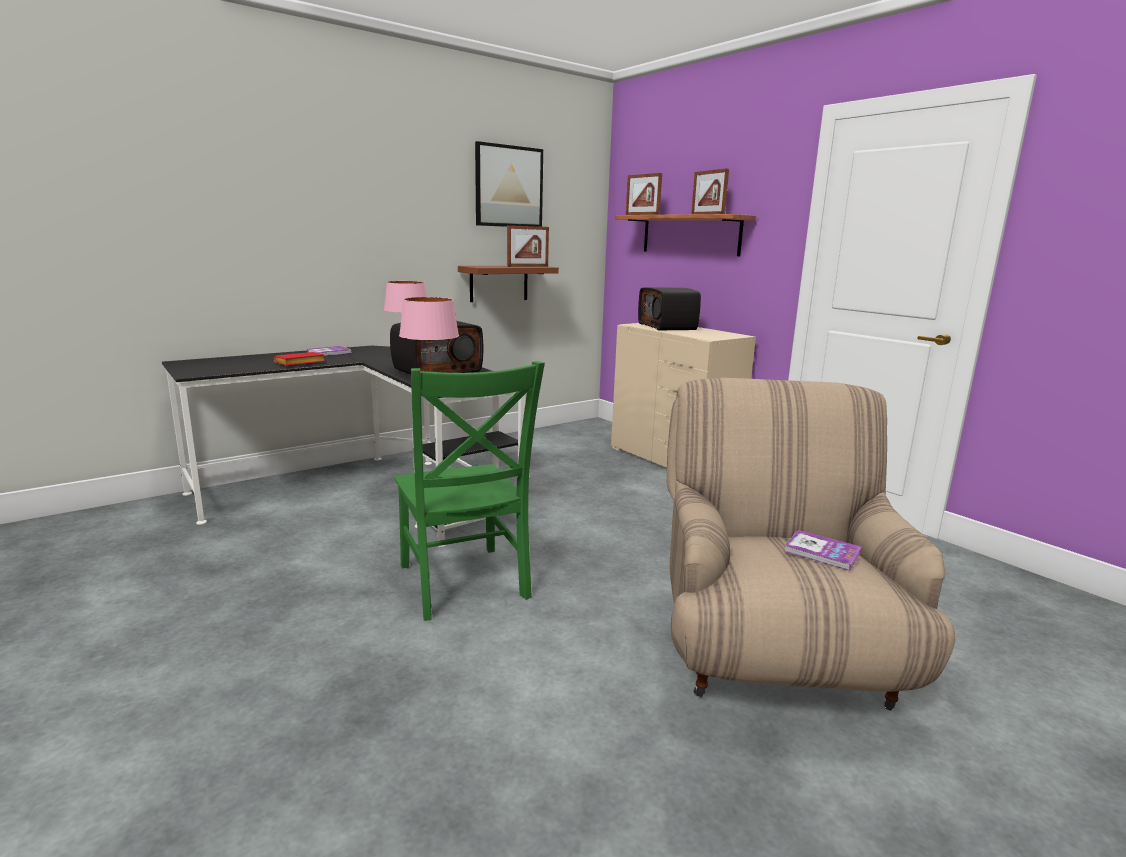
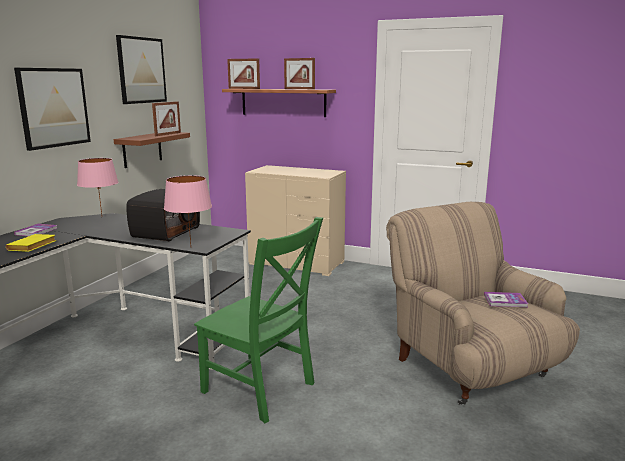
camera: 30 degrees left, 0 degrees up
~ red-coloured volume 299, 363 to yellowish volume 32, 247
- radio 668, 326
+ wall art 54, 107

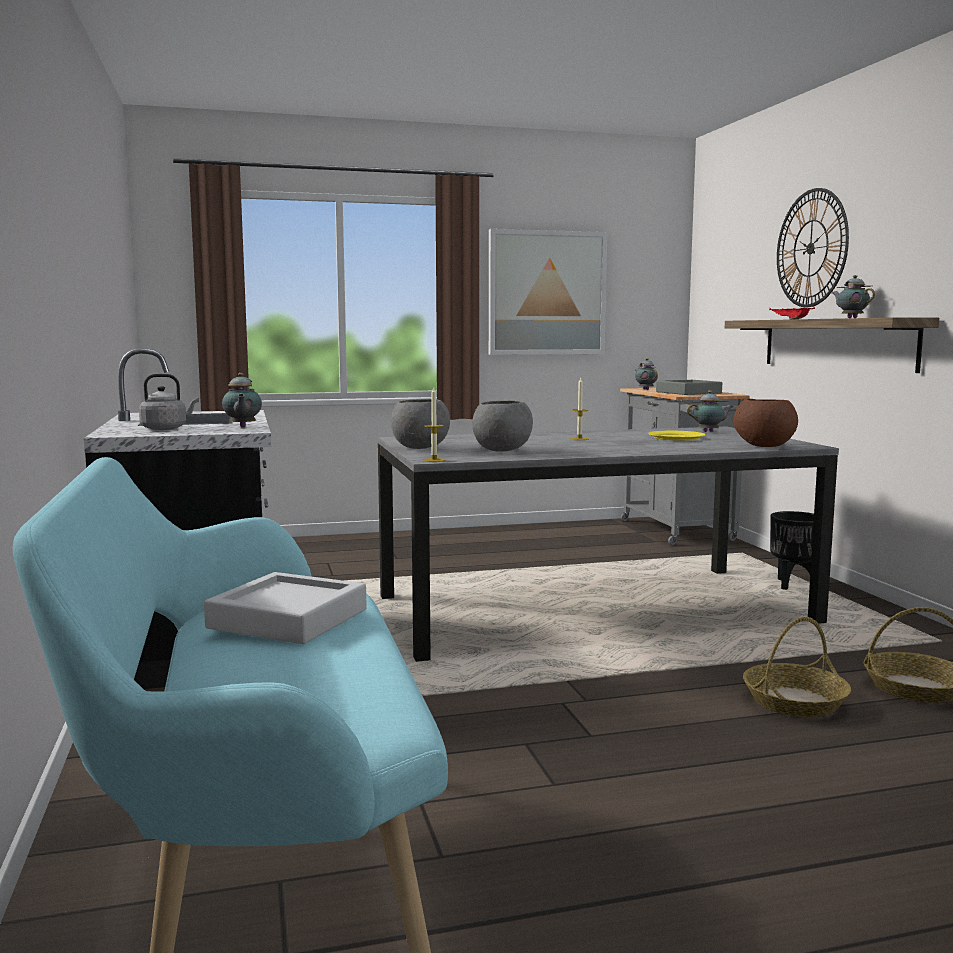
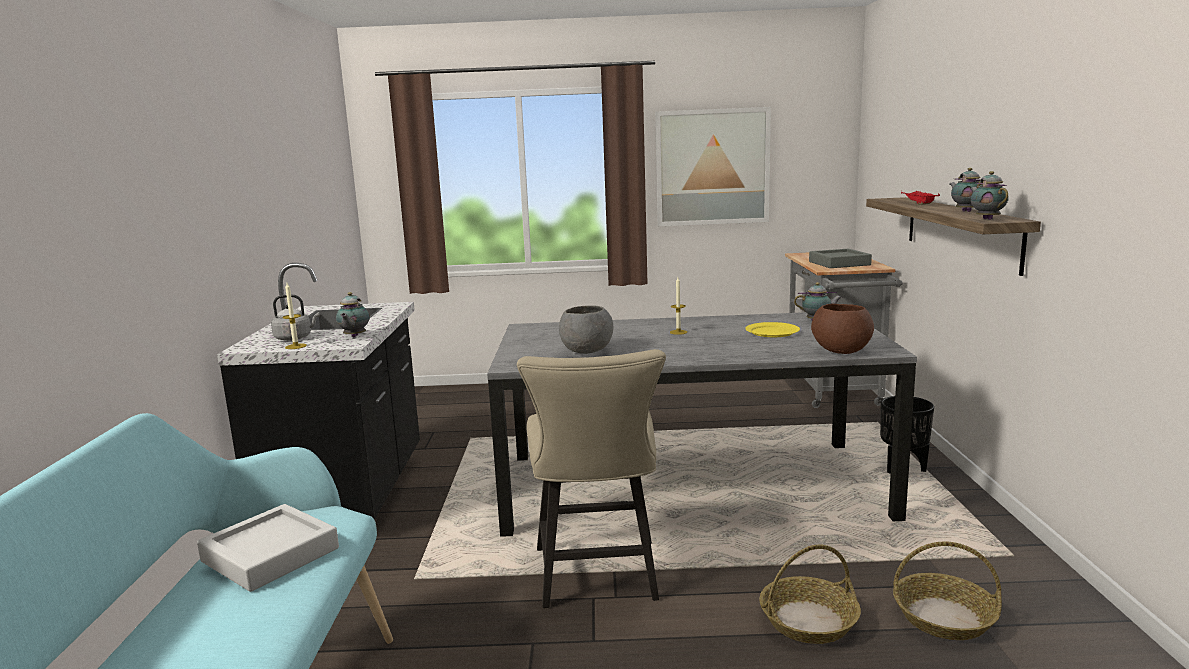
camera: 15 degrees right, 5 degrees up
- grey bowl 421, 448
~ wax light 434, 460 to 296, 346
~ pot for tea 645, 389 to 986, 219
- clock on the wall 811, 248
+ beige upright chair 598, 579

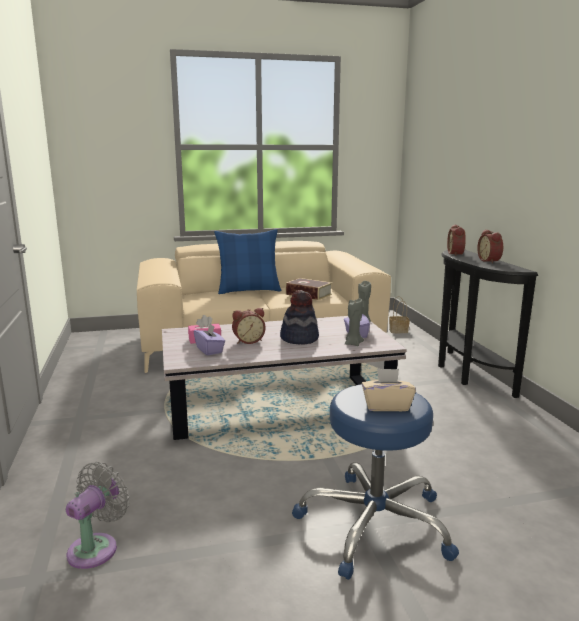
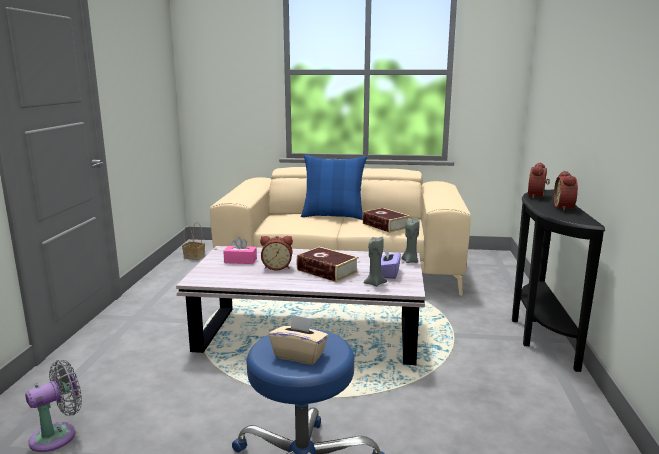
camera: 20 degrees right, 0 degrees up
- purplish box of tissues 210, 350
~ hat 299, 338 to volume 327, 271
~ basket 399, 331 to 195, 257

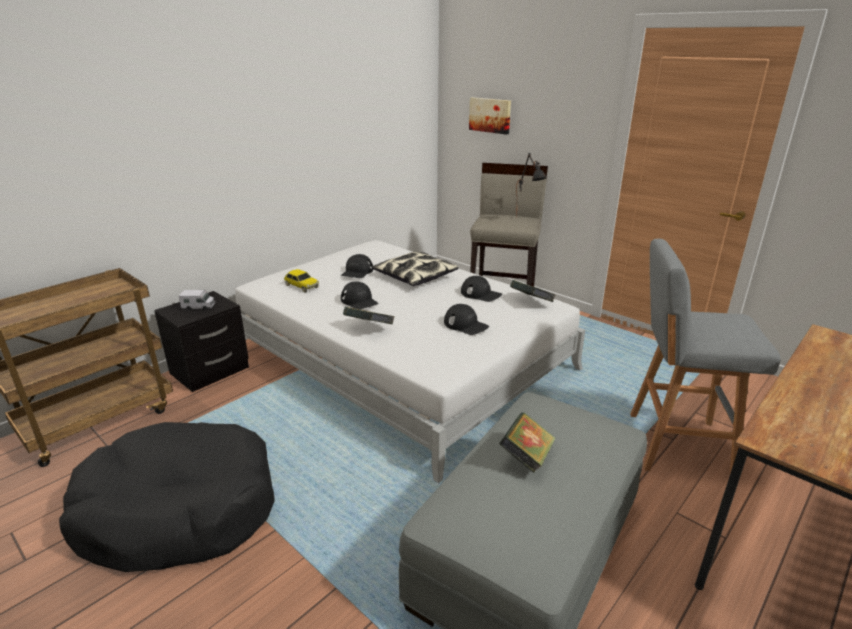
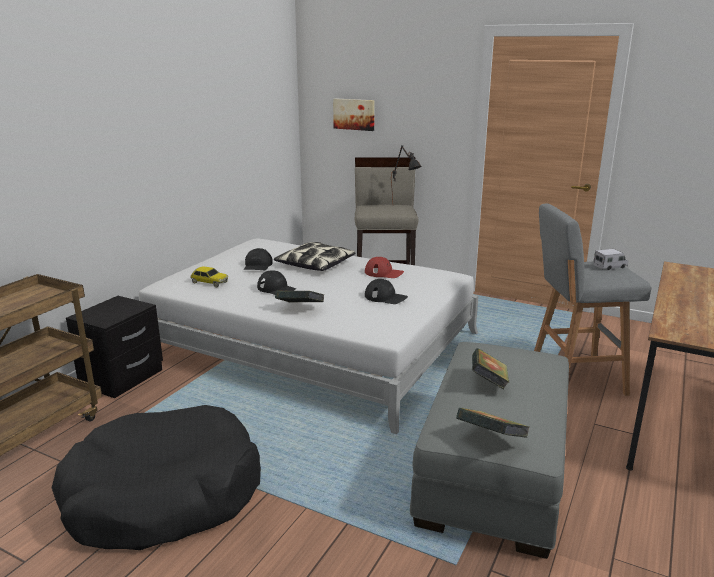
camera: 15 degrees left, 5 degrees down
~ model truck 198, 307 to 610, 267
~ black-coloured peaked cap 481, 294 to red-coloured peaked cap 384, 273
~ volume 531, 302 to 490, 439

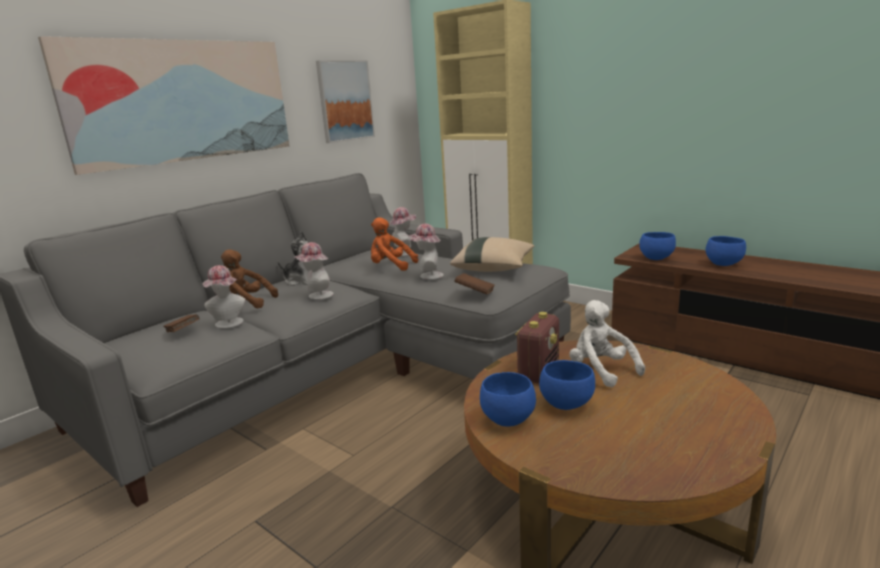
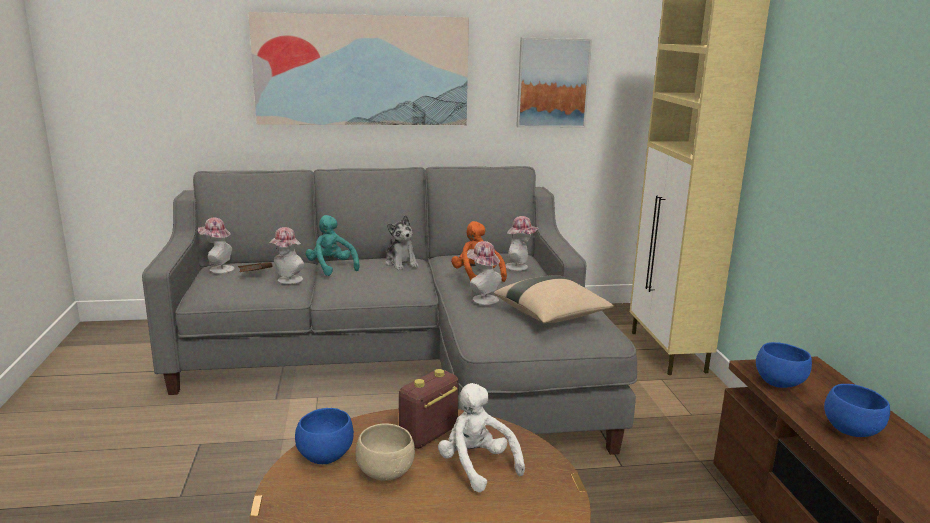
camera: 40 degrees right, 0 degrees up
~ brownish plush toy 246, 303 to blue-green plush toy 331, 268
~ hat 317, 296 to 218, 269
- brownish volume 475, 293
~ radio 538, 371 = 428, 435 150 degrees clockwise
~ blue-coloured bowl 566, 404 to beige bowl 387, 473
~ whitish plush toy 601, 370 = 476, 466 45 degrees counterclockwise

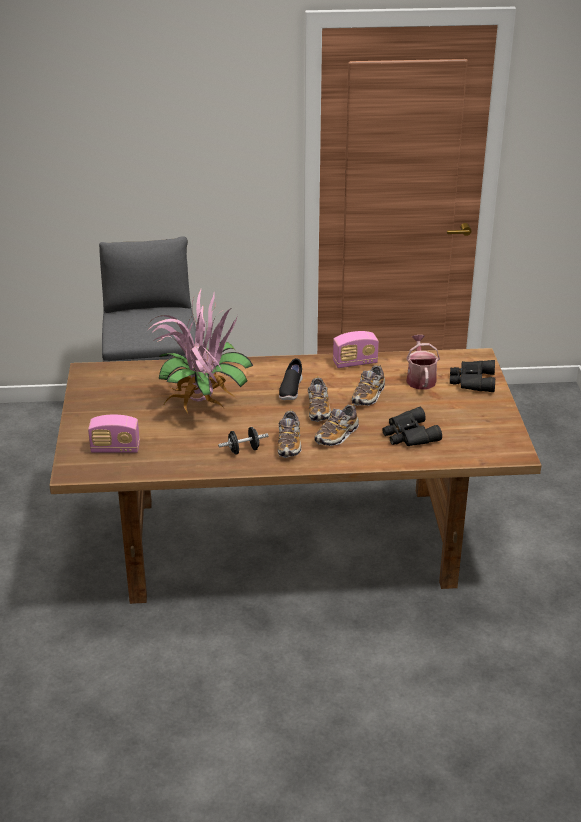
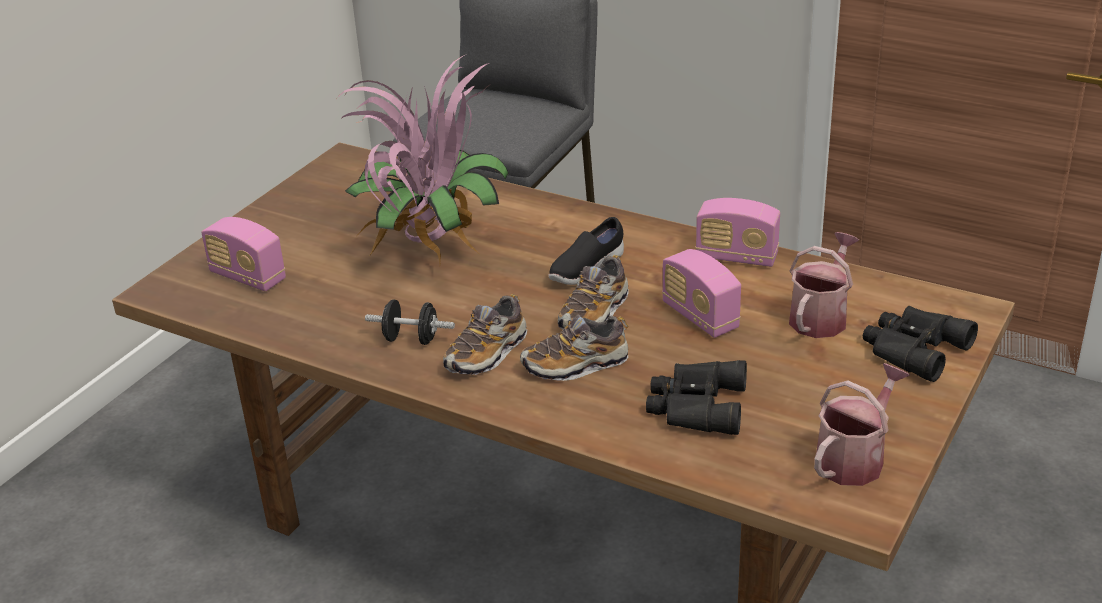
camera: 35 degrees right, 0 degrees up
~ item of footwear 368, 396 to radio 700, 317
+ sprinkling can 854, 458

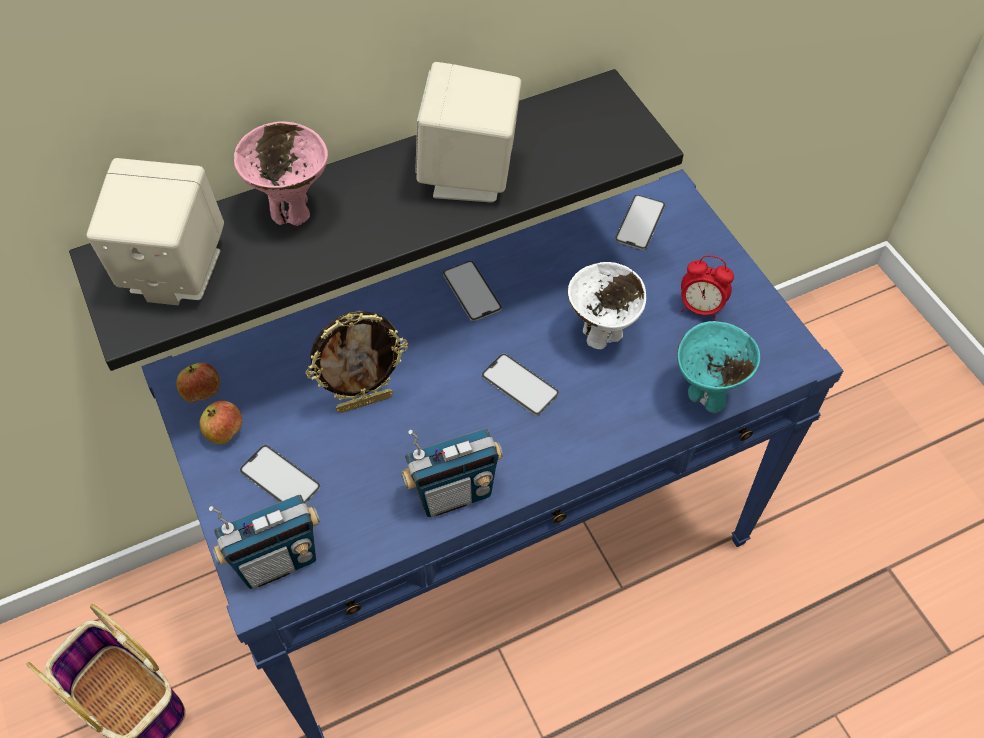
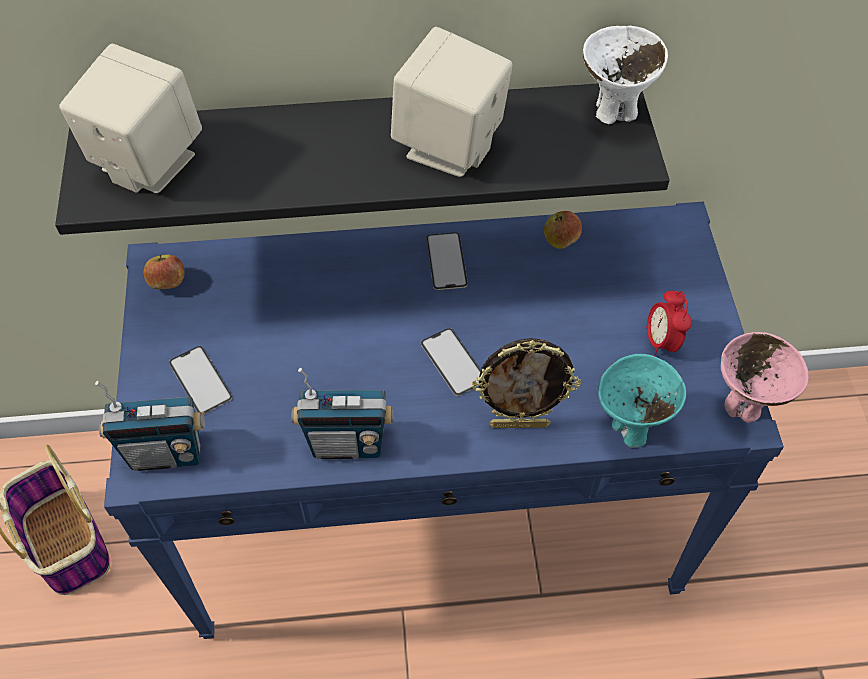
camera: 20 degrees right, 0 degrees up
~ apple fruit 225, 432 to 560, 241
~ pink bowl 292, 210 to 744, 405
~ photo frame 364, 401 to 519, 424
~ whitish bowl 602, 335 to 614, 112
- phone 640, 222
~ alarm clock 700, 308 = 661, 341 45 degrees clockwise

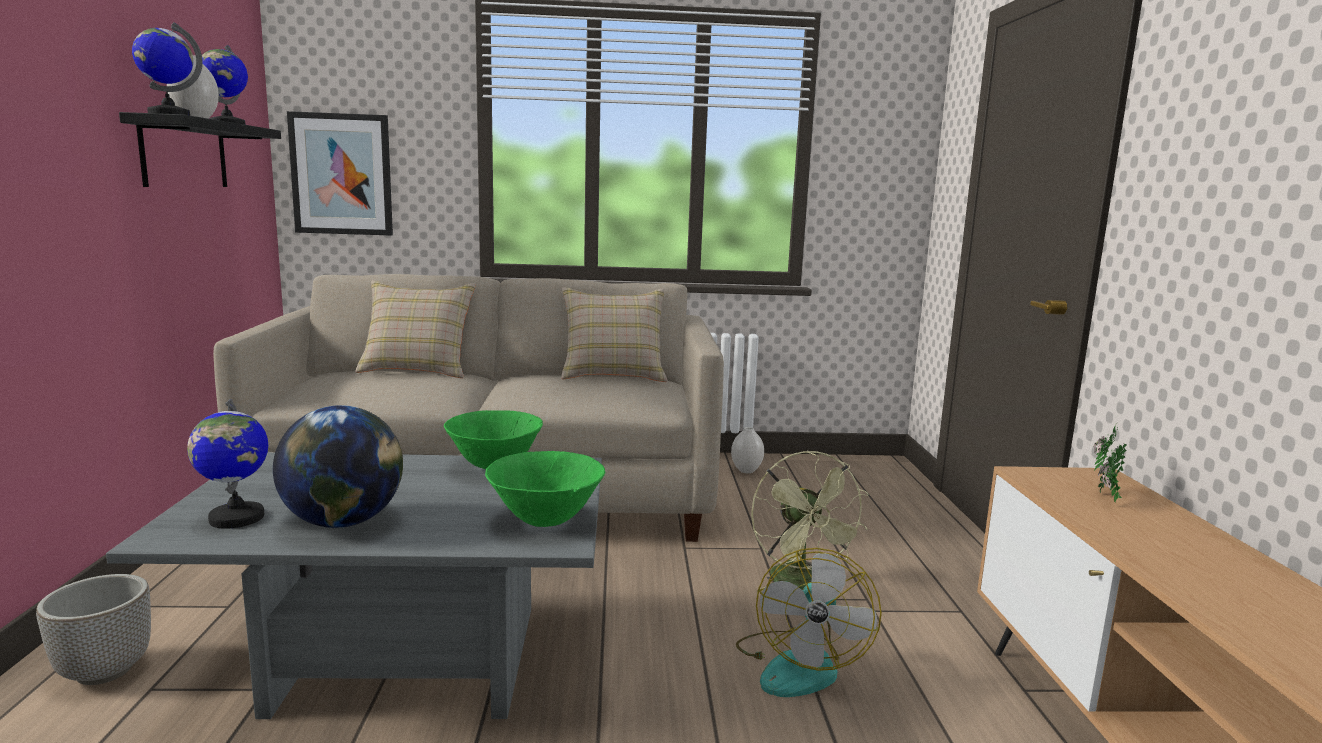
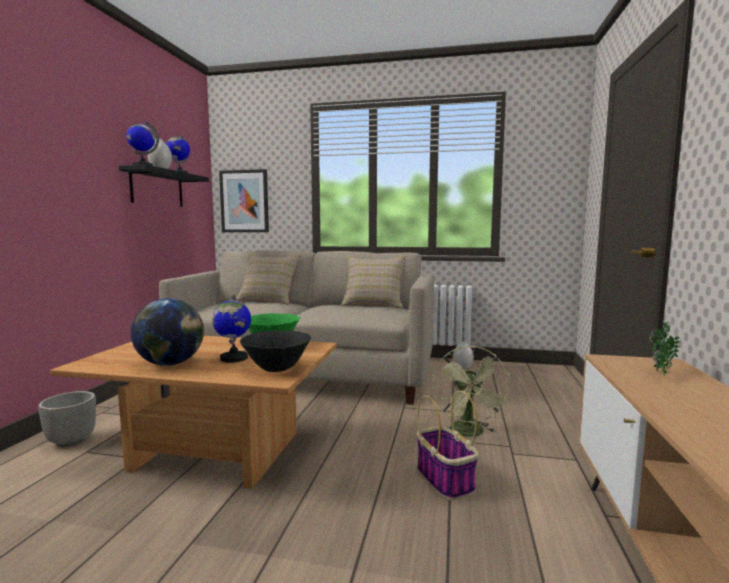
camera: 15 degrees right, 5 degrees down
~ grey lounge table 403, 663 to brownish lounge table 213, 453
~ globe 236, 518 to 233, 358
~ greenish bowl 547, 520 to black-coloured bowl 277, 369
~ electric fan 799, 665 to basket 446, 480

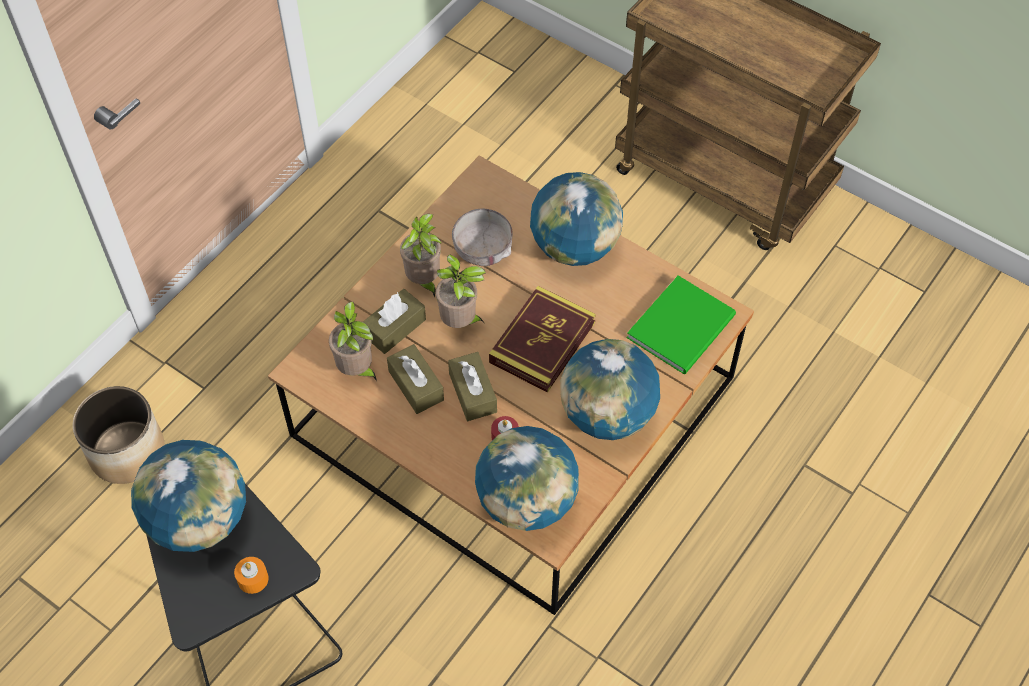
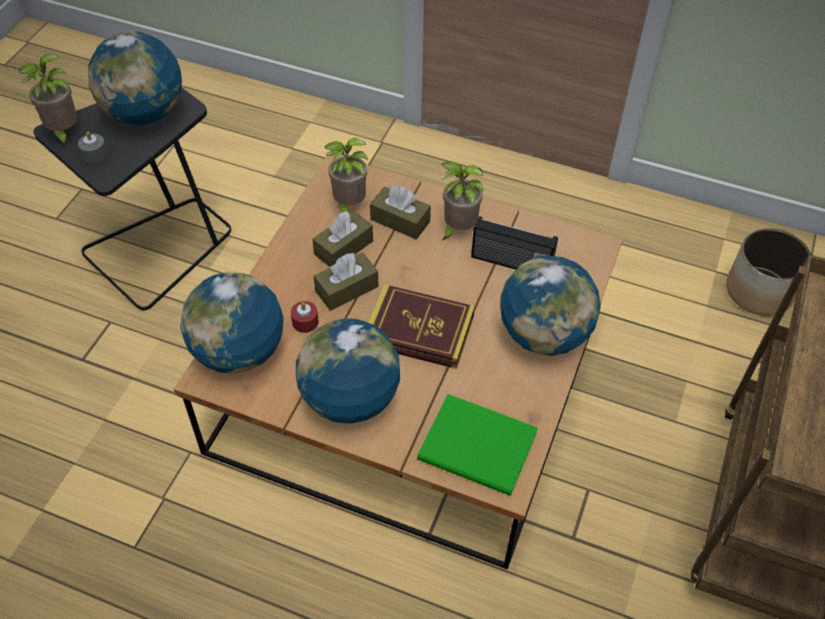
camera: 75 degrees right, 5 degrees down
~ plant pot 128, 451 to 759, 292
~ orangey wax light 253, 579 to grey wax light 95, 154
~ houseplant 461, 322 to 63, 133
~ grey bowl 482, 249 to radio 511, 263

